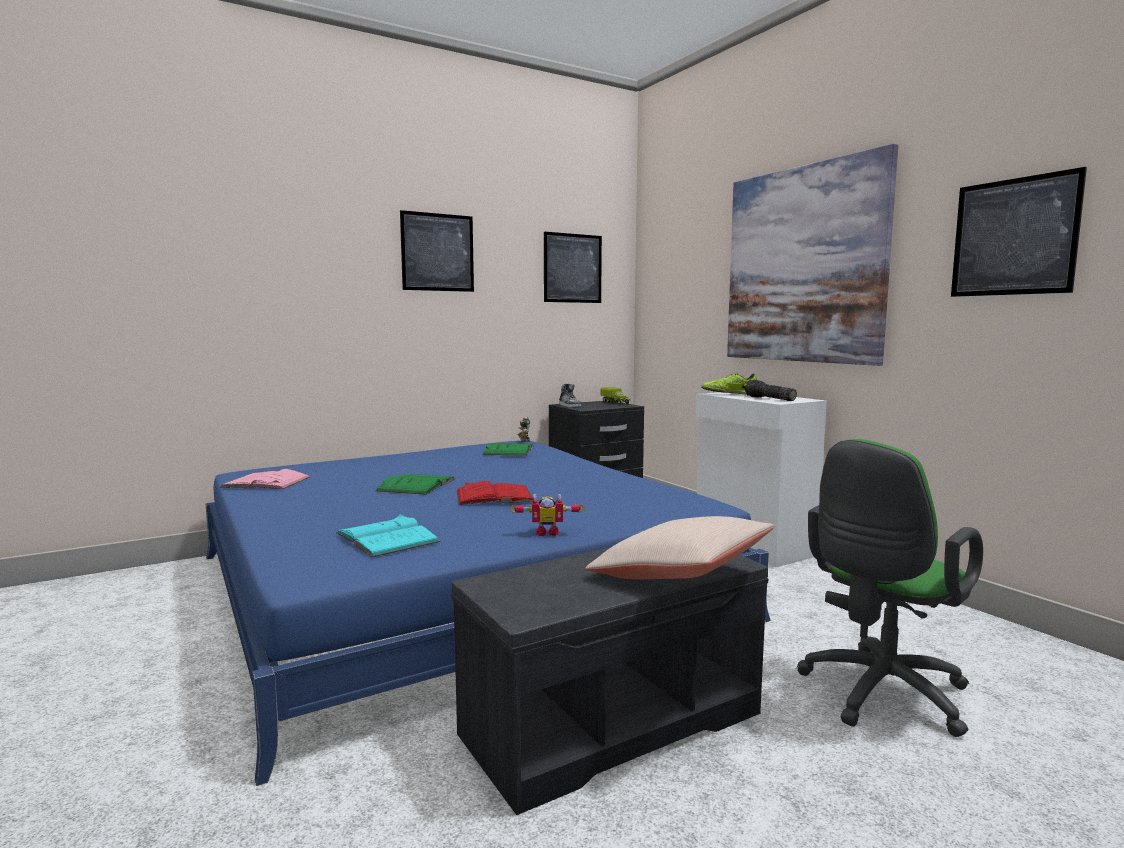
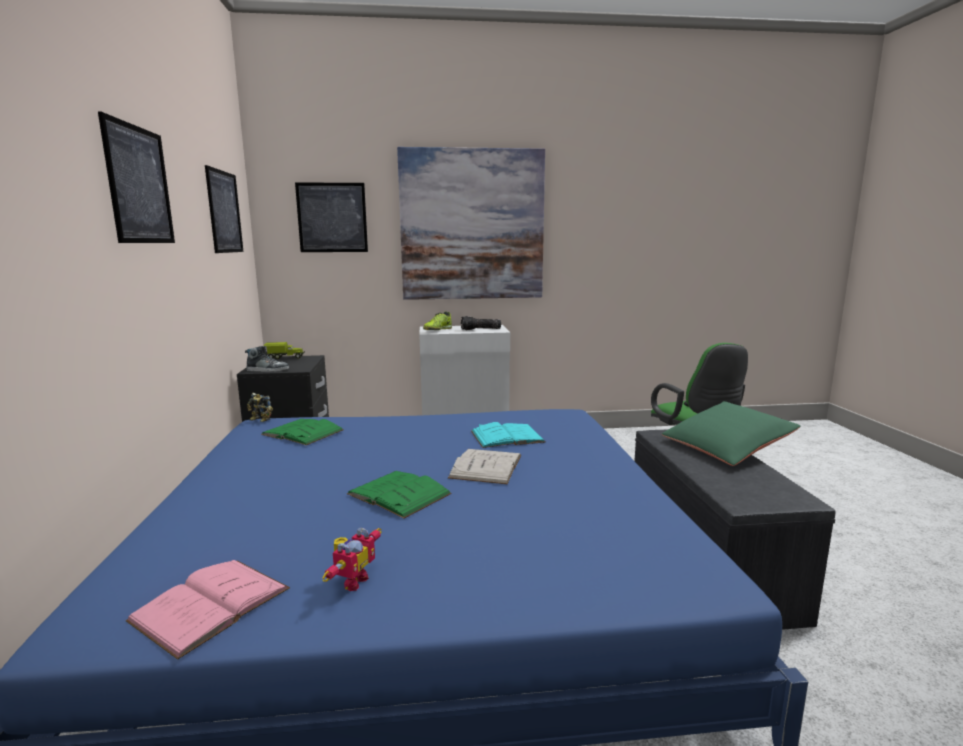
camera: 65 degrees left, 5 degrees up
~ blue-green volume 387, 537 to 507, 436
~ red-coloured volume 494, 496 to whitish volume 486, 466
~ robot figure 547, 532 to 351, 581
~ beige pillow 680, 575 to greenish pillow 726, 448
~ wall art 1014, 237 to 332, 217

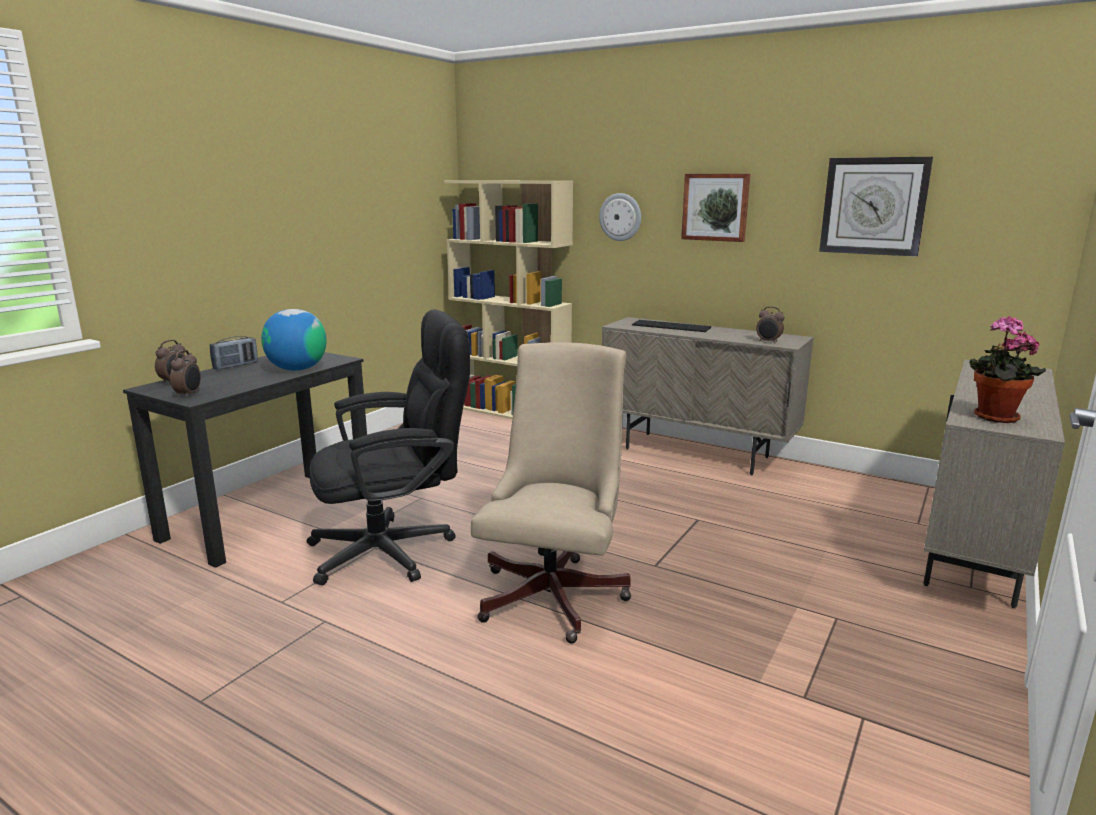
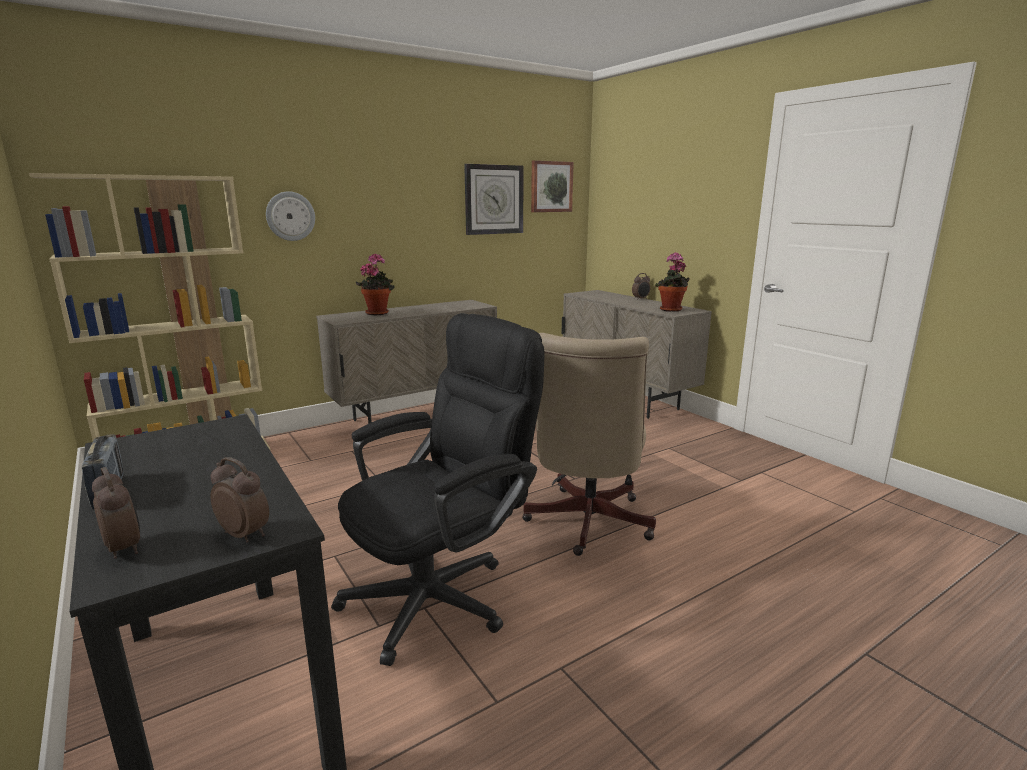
camera: 65 degrees left, 0 degrees up
- globe 297, 369
~ black-coloured computer chair 395, 549 = 442, 593 45 degrees clockwise
~ beige computer chair 556, 592 = 586, 525 120 degrees counterclockwise
~ computer keyboard 672, 326 to houseplant 378, 313
~ wall art 715, 207 to 551, 187
~ alarm clock 768, 342 to 640, 299

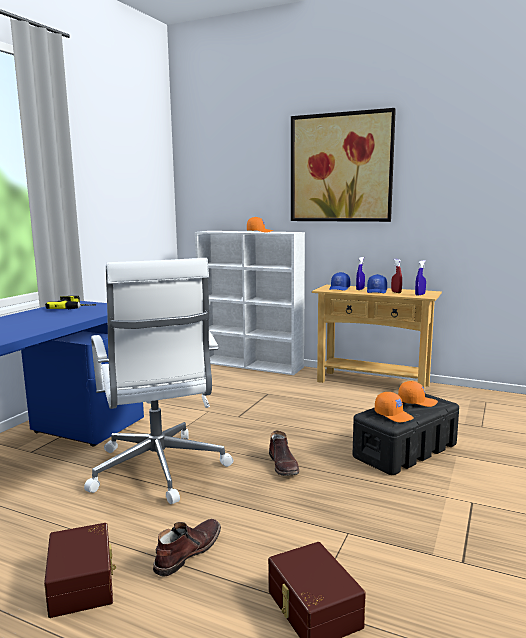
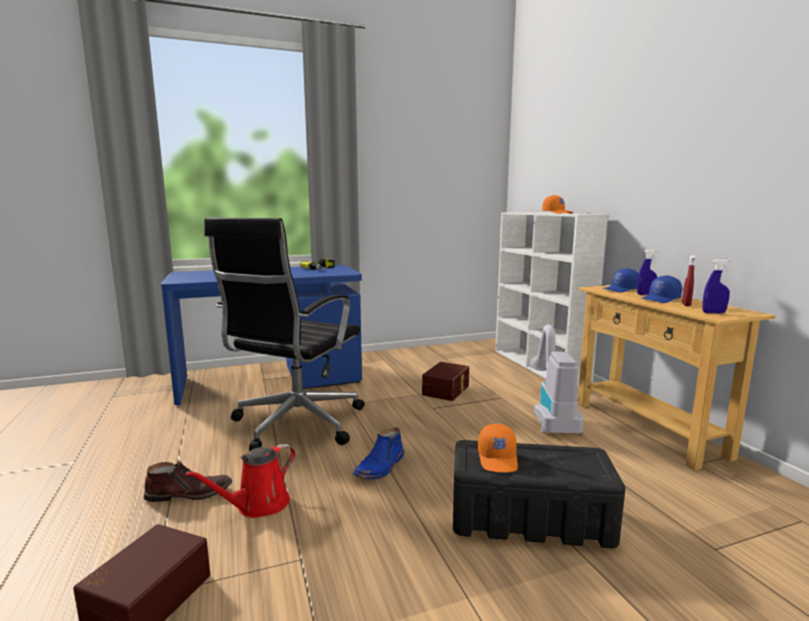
camera: 45 degrees right, 0 degrees up
~ brownish storage bin 83, 582 to 447, 390
~ whitish computer chair 158, 470 to black-coloured computer chair 295, 425
~ brownish boot 284, 465 to blue-coloured boot 380, 467
- wall art 341, 168
- orangey peaked cap 417, 401
+ red-coloured sprinkling can 258, 505
+ vacuum 550, 415

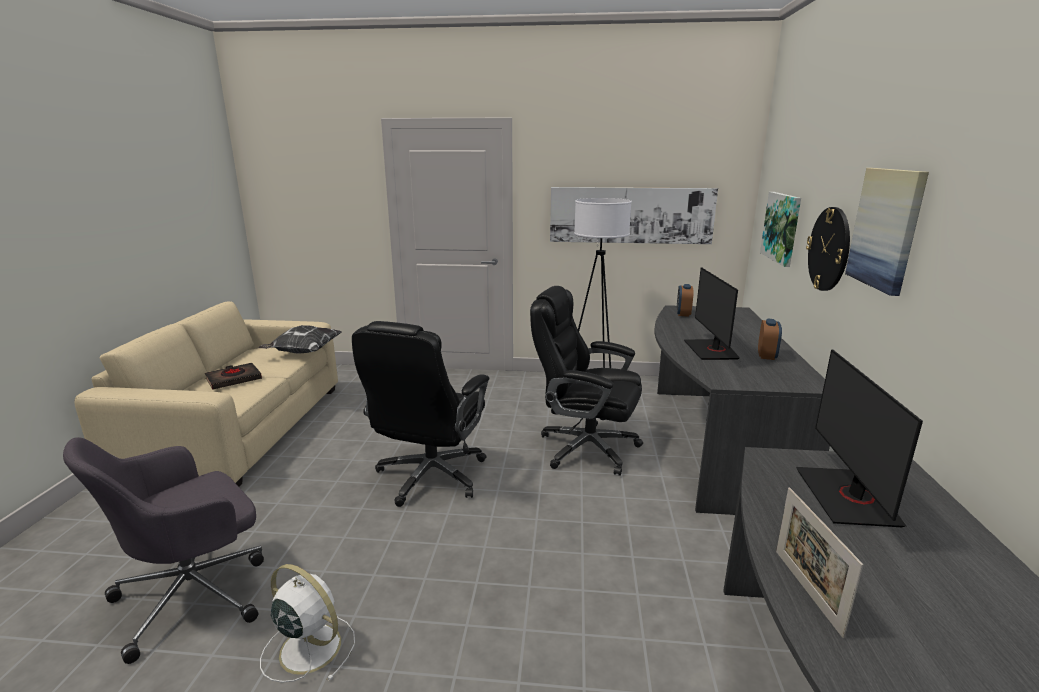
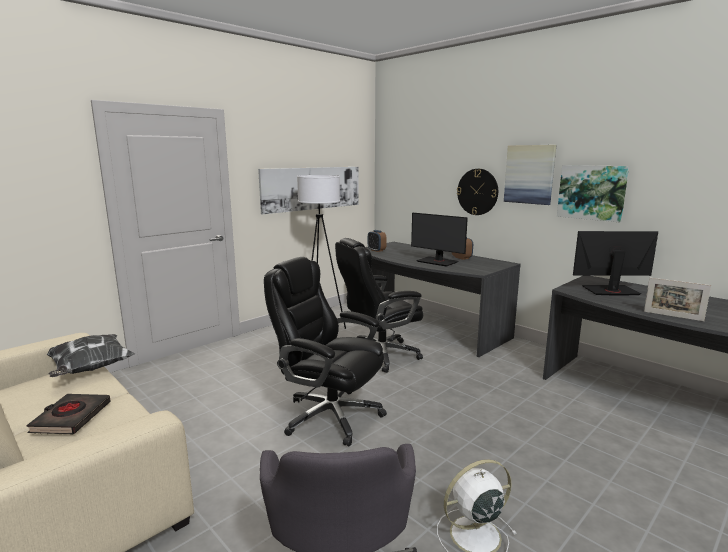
camera: 50 degrees left, 5 degrees down
~ black-coloured computer chair 430, 477 = 329, 415 150 degrees clockwise
~ wall art 782, 227 to 591, 192
~ computer display 847, 497 = 610, 291 135 degrees clockwise

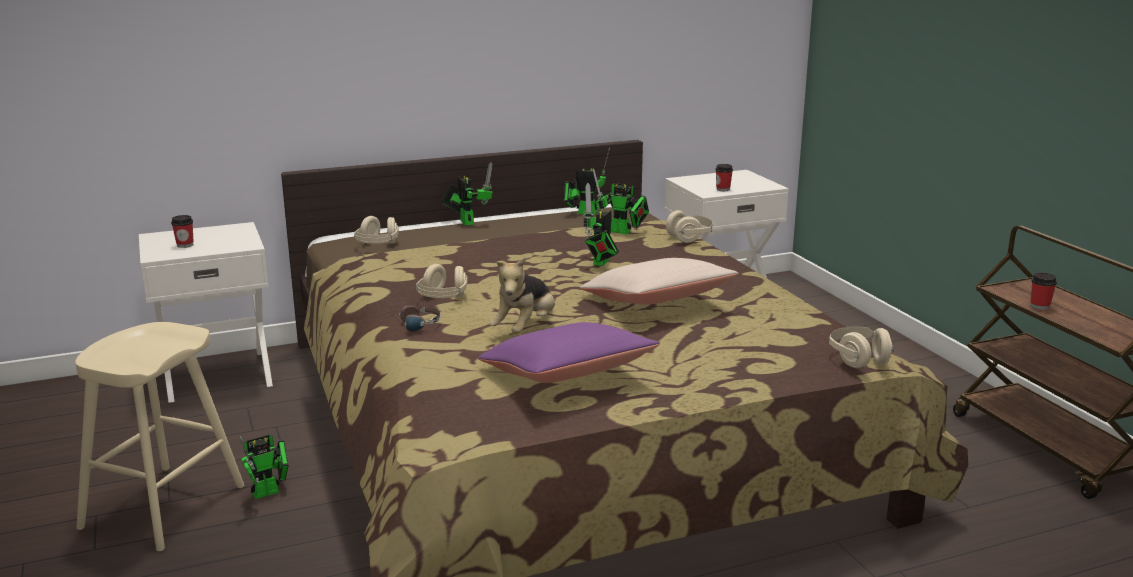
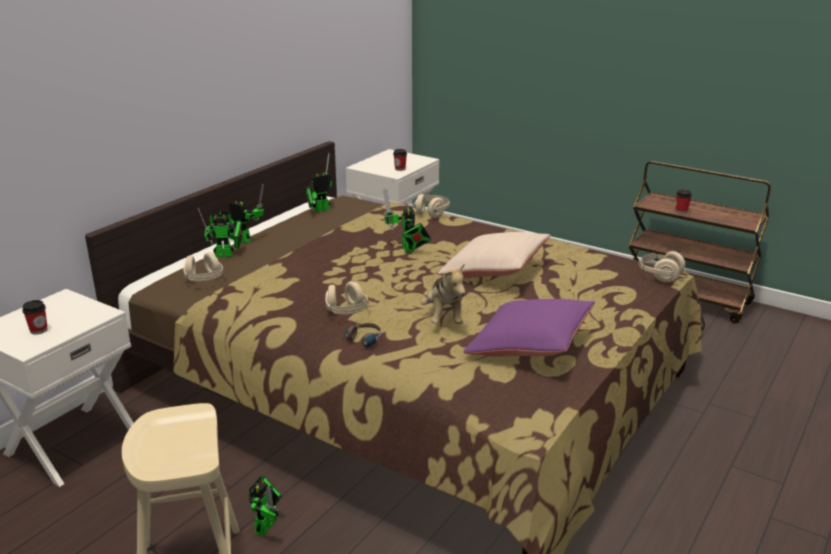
camera: 35 degrees left, 5 degrees up
~ robot figure 623, 232 to 227, 255

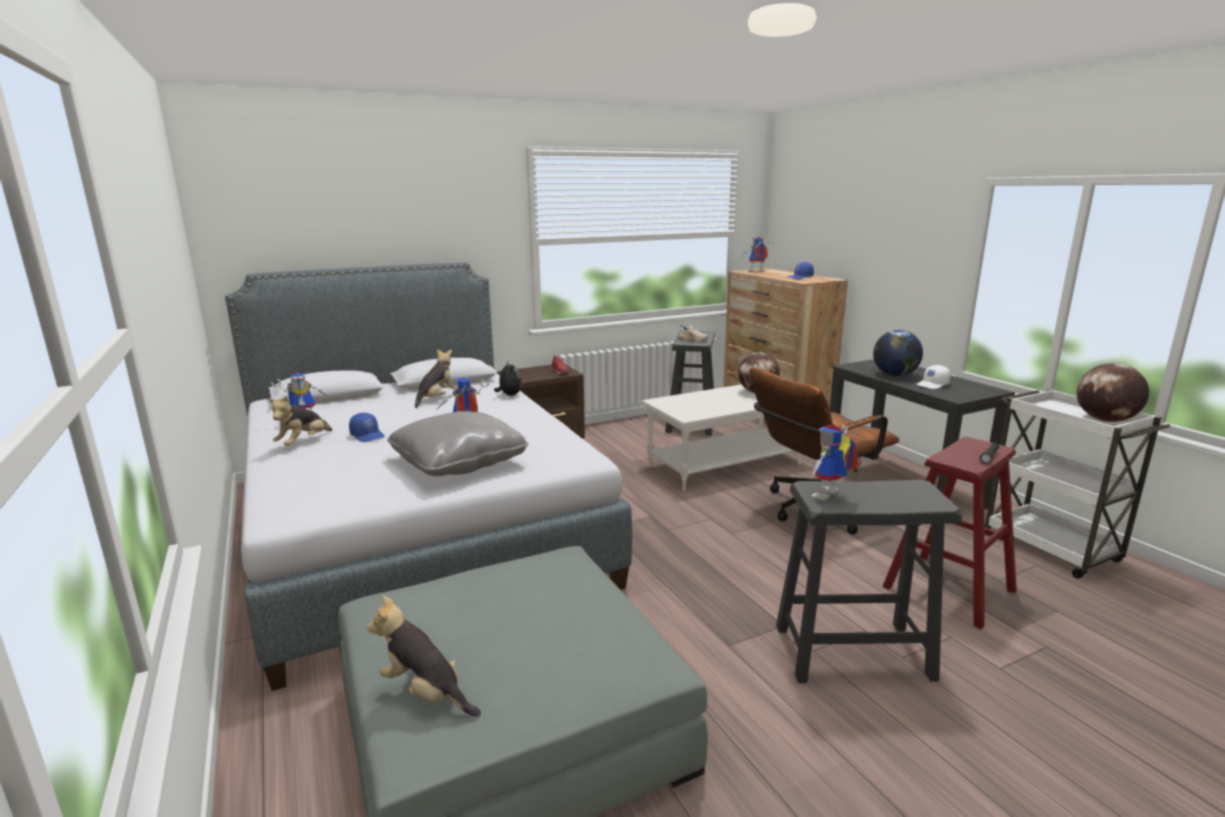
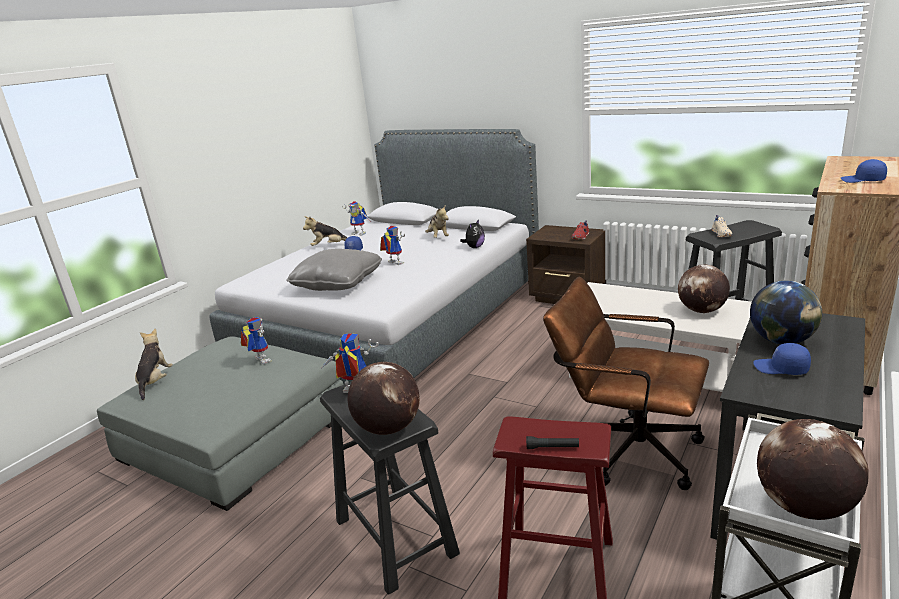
camera: 60 degrees right, 5 degrees up
~ plush toy 437, 398 = 438, 237 75 degrees clockwise
~ robot figure 755, 272 to 259, 360
~ whitish peaked cap 932, 385 to blue-coloured peaked cap 781, 368
+ globe 388, 428

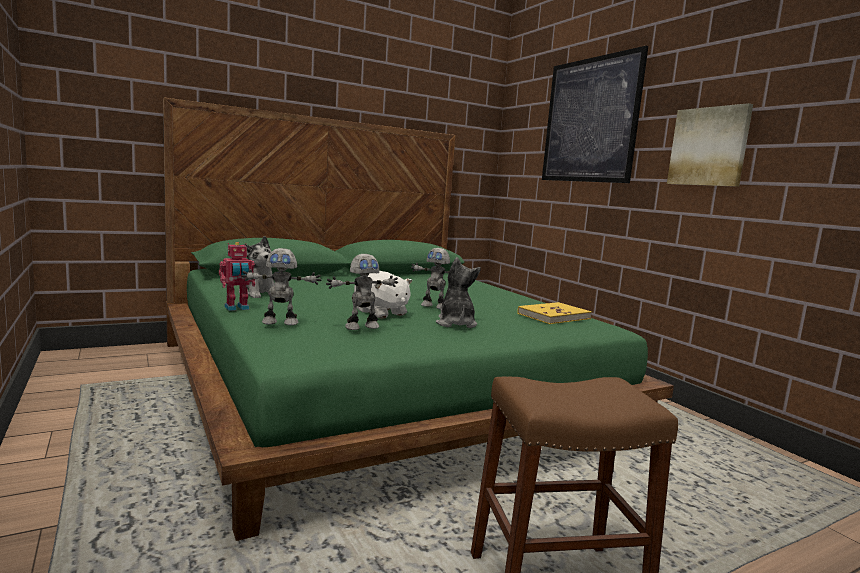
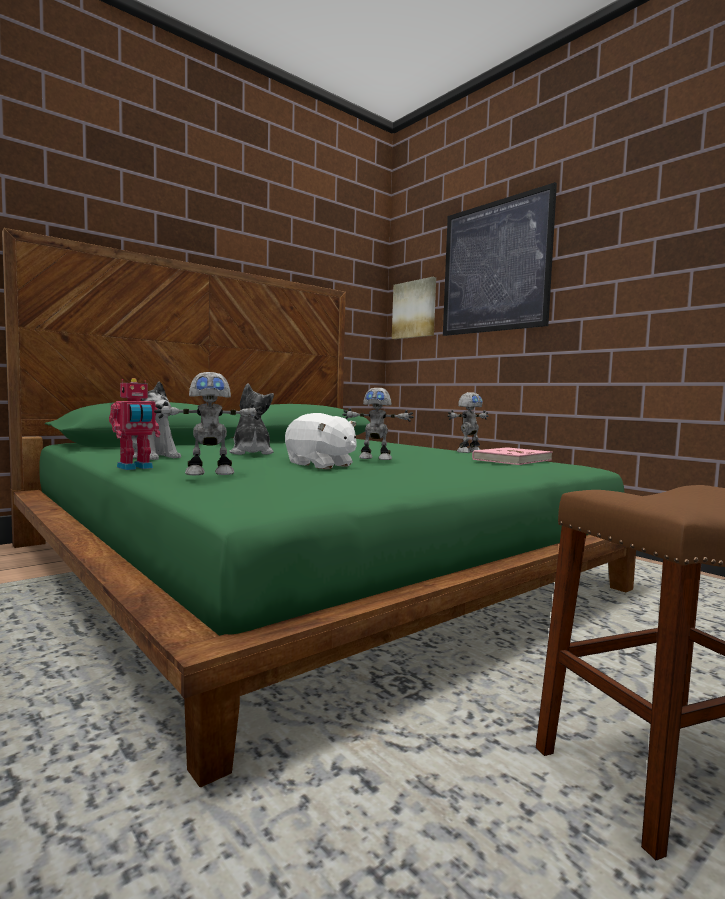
camera: 10 degrees left, 5 degrees down
~ robot figure 361, 327 to 467, 451
~ plush toy 455, 323 to 251, 453
~ yellowish volume 553, 316 to pink volume 512, 460
~ wall art 709, 147 to 414, 309

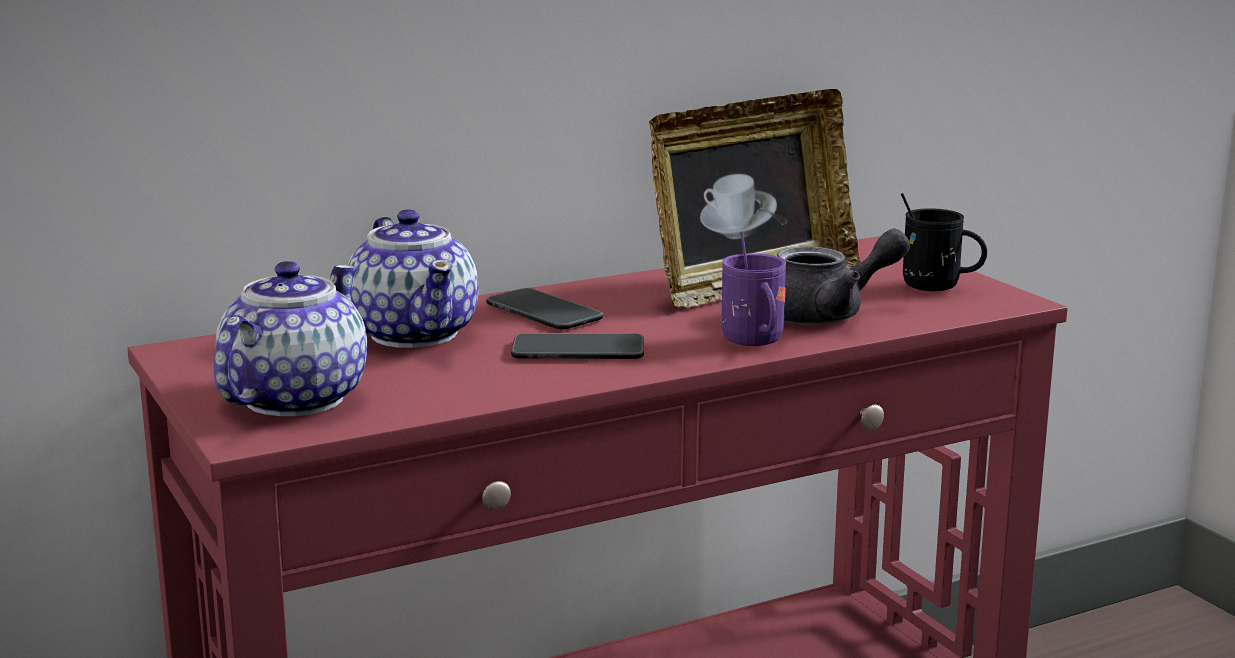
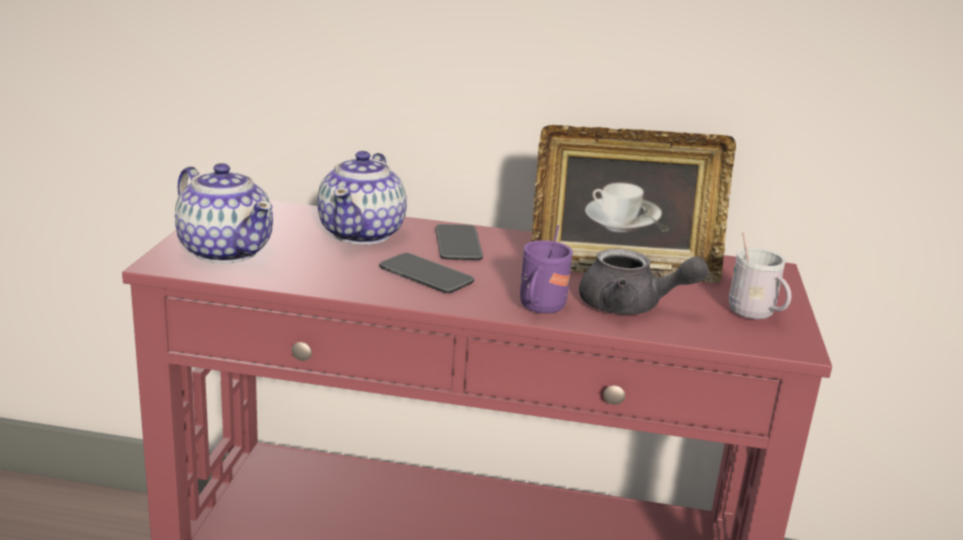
camera: 35 degrees right, 5 degrees up
~ pot for tea 293, 400 = 225, 250 75 degrees clockwise
~ black-coloured mug 939, 287 to whitish mug 755, 316

